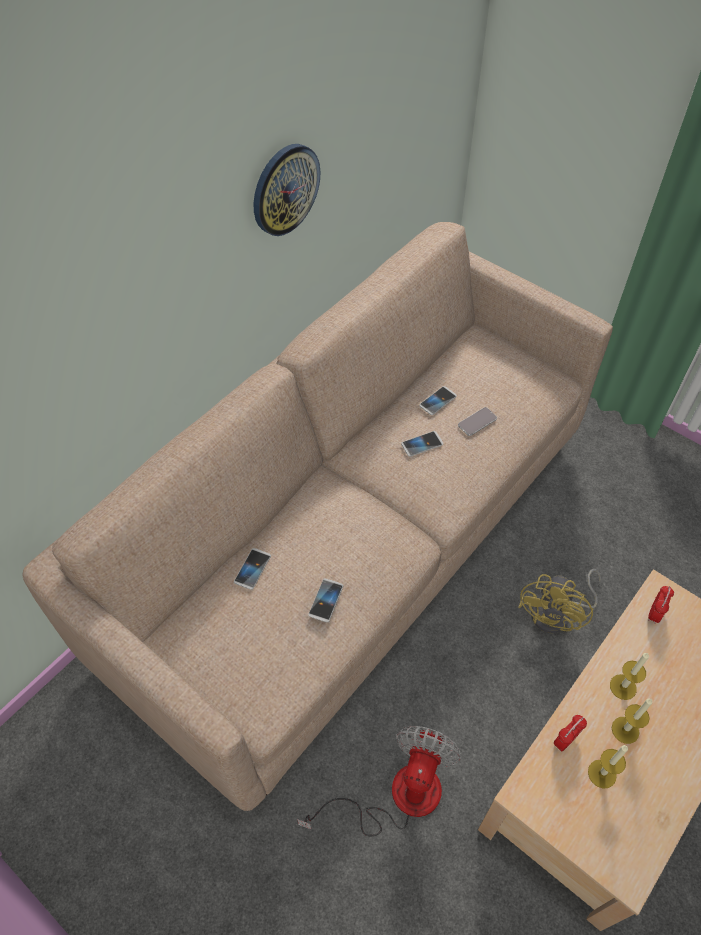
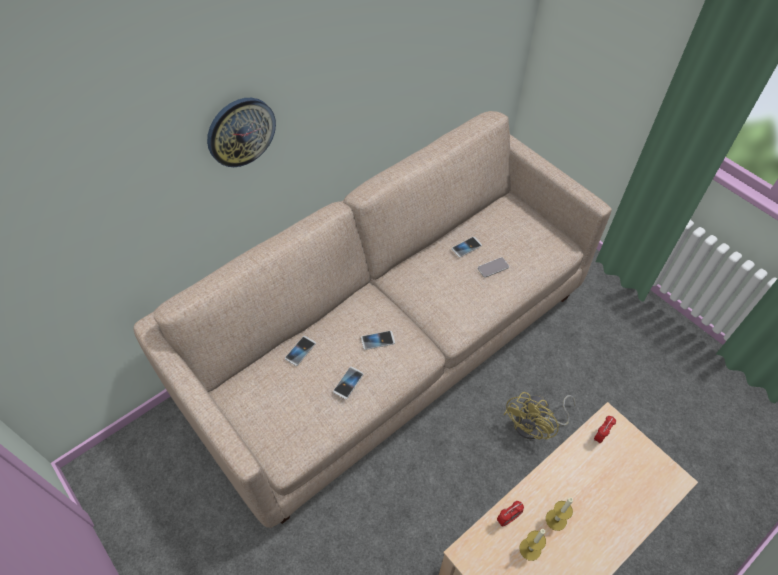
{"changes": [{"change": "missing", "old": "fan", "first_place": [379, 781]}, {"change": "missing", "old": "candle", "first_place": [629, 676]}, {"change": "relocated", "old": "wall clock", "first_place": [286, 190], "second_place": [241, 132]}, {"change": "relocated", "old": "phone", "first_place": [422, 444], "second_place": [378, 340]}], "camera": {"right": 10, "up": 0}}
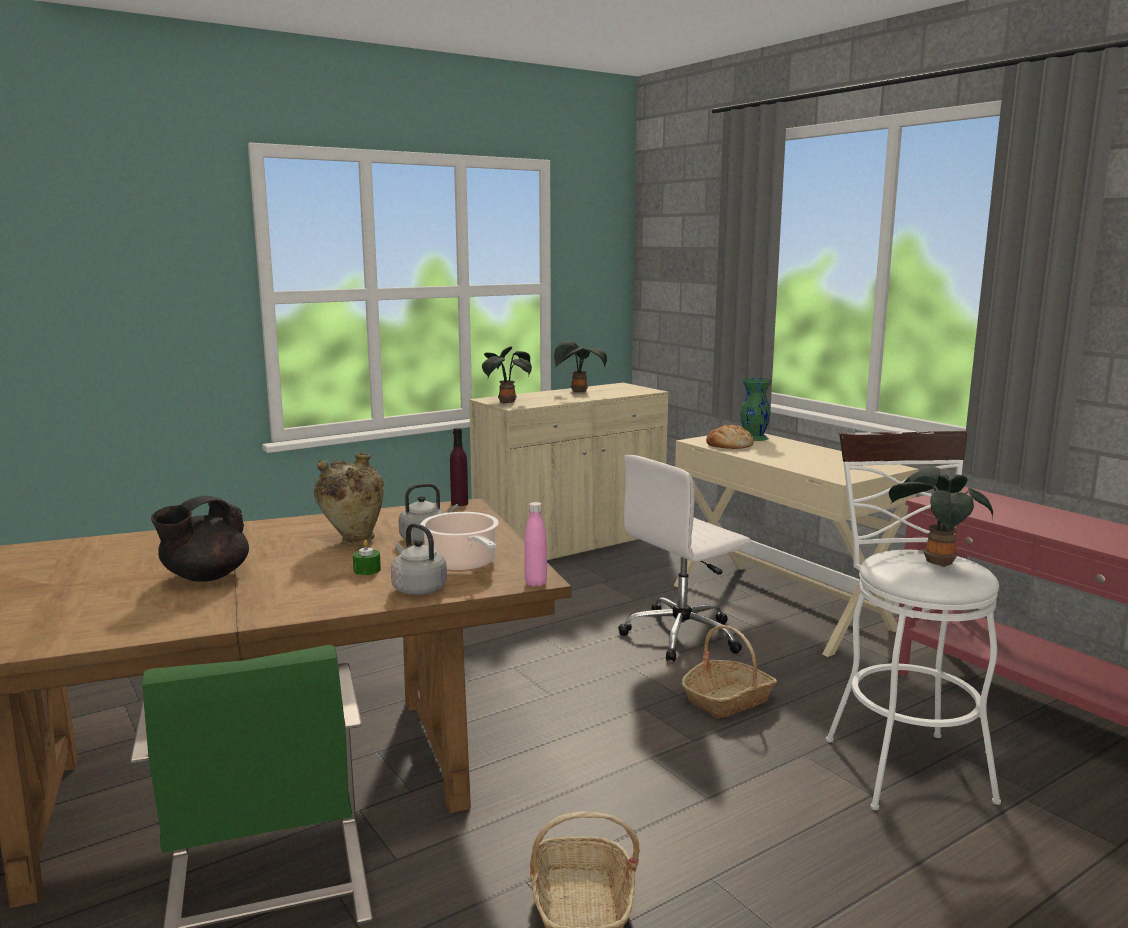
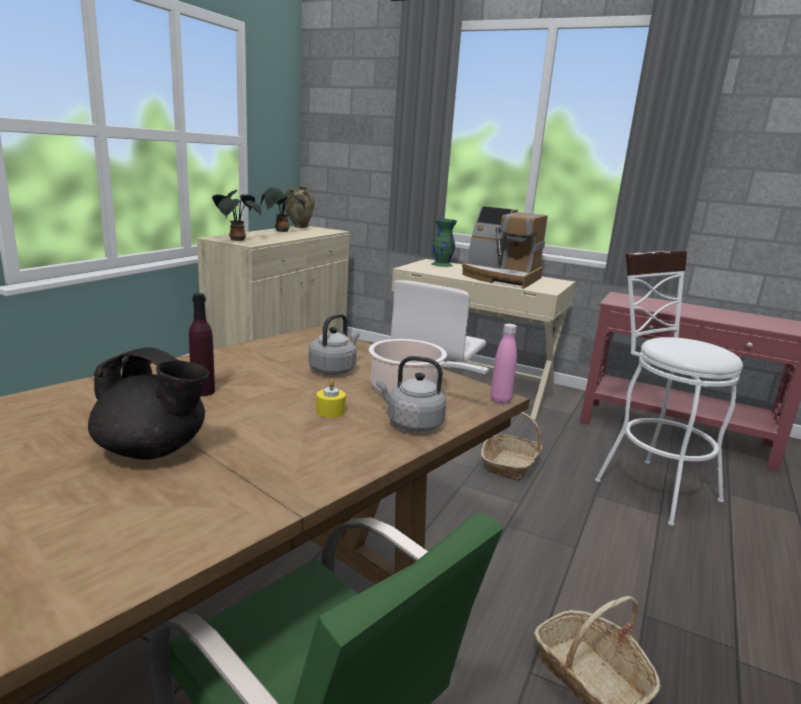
{"changes": [{"change": "missing", "old": "bread", "first_place": [730, 437]}, {"change": "missing", "old": "potted plant", "first_place": [941, 517]}, {"change": "appeared", "new": "coffee machine", "second_place": [505, 247]}, {"change": "relocated", "old": "vase/beige", "first_place": [348, 499], "second_place": [299, 207]}, {"change": "relocated", "old": "bottle/purple", "first_place": [459, 467], "second_place": [202, 344]}, {"change": "colour", "old": "candle/green", "new": "candle/yellow", "first_place": [367, 557], "second_place": [331, 398]}, {"change": "spun", "old": "teapot/black", "first_place": [200, 539], "second_place": [148, 403], "degrees": -75}], "camera": {"right": -30, "up": 5}}
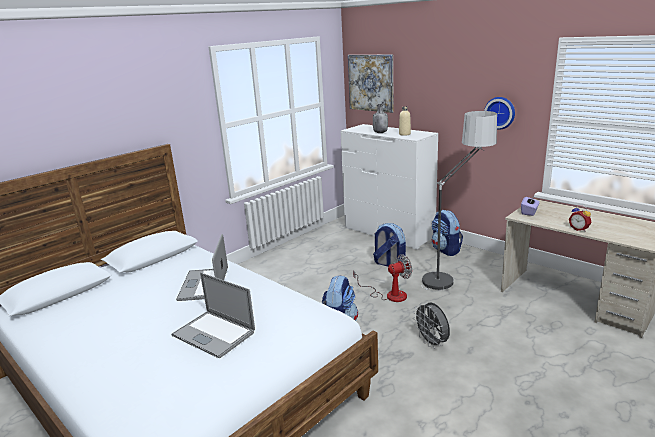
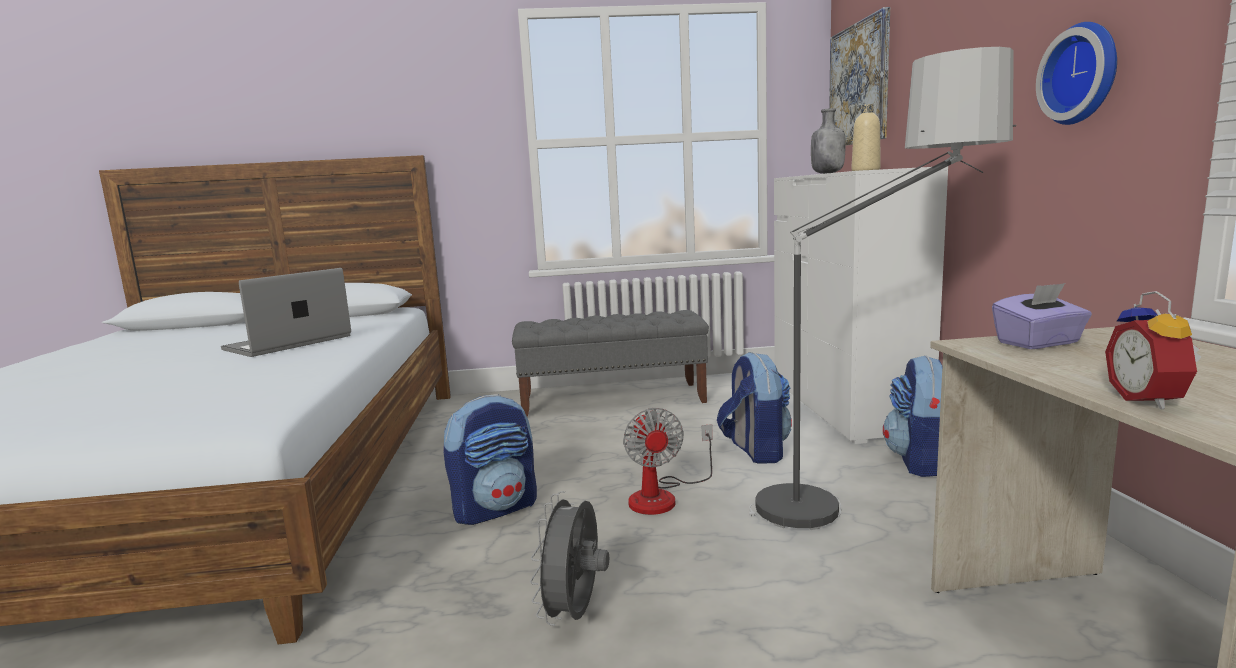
{"changes": [{"change": "missing", "old": "laptop", "first_place": [213, 315]}, {"change": "appeared", "new": "bench/grey", "second_place": [610, 363]}, {"change": "spun", "old": "fan", "first_place": [382, 278], "second_place": [668, 461], "degrees": 60}], "camera": {"right": 40, "up": -10}}
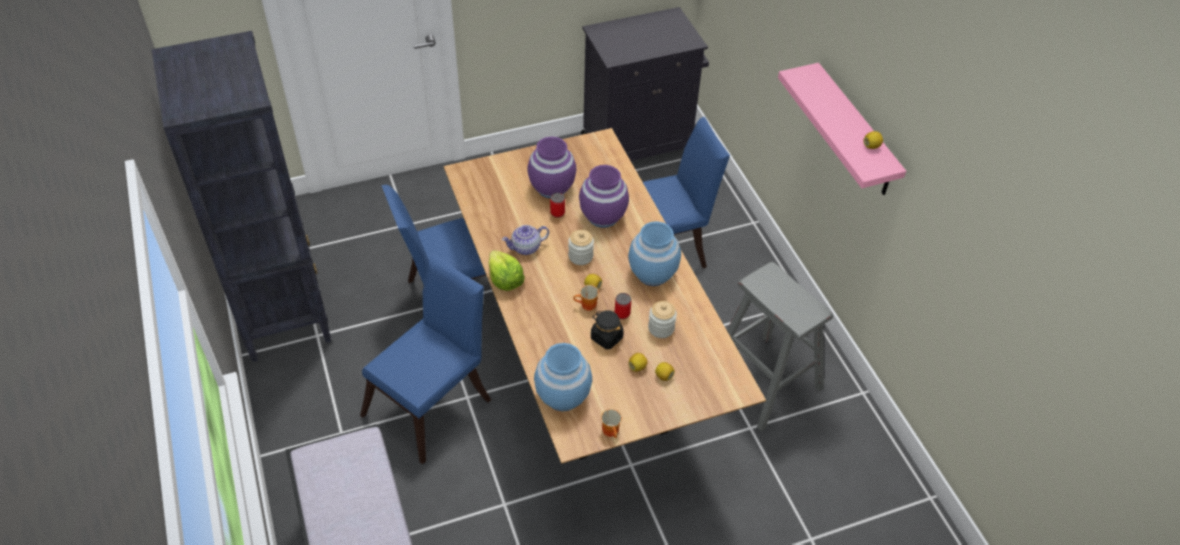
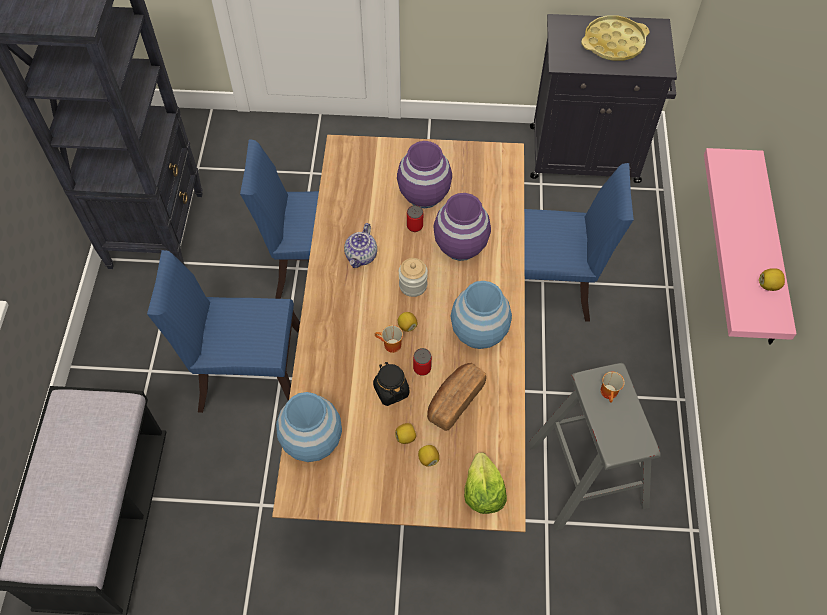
{"changes": [{"change": "appeared", "new": "tray/yellow", "second_place": [615, 38]}, {"change": "relocated", "old": "lettuce", "first_place": [506, 270], "second_place": [485, 483]}, {"change": "relocated", "old": "mug", "first_place": [611, 423], "second_place": [612, 387]}, {"change": "exchanged", "old": "jar", "new": "bread", "first_place": [662, 319], "second_place": [456, 397]}, {"change": "spun", "old": "chair/blue", "first_place": [425, 358], "second_place": [223, 331], "degrees": -150}, {"change": "spun", "old": "teapot", "first_place": [525, 240], "second_place": [360, 245], "degrees": -75}], "camera": {"right": 25, "up": 10}}
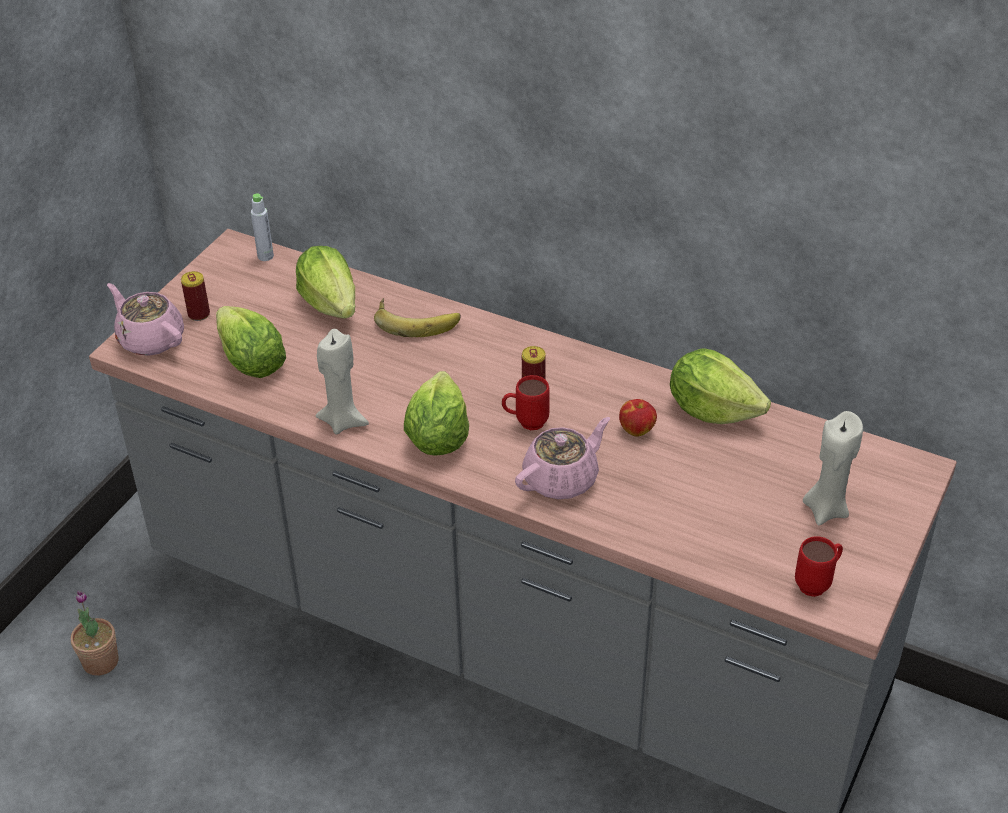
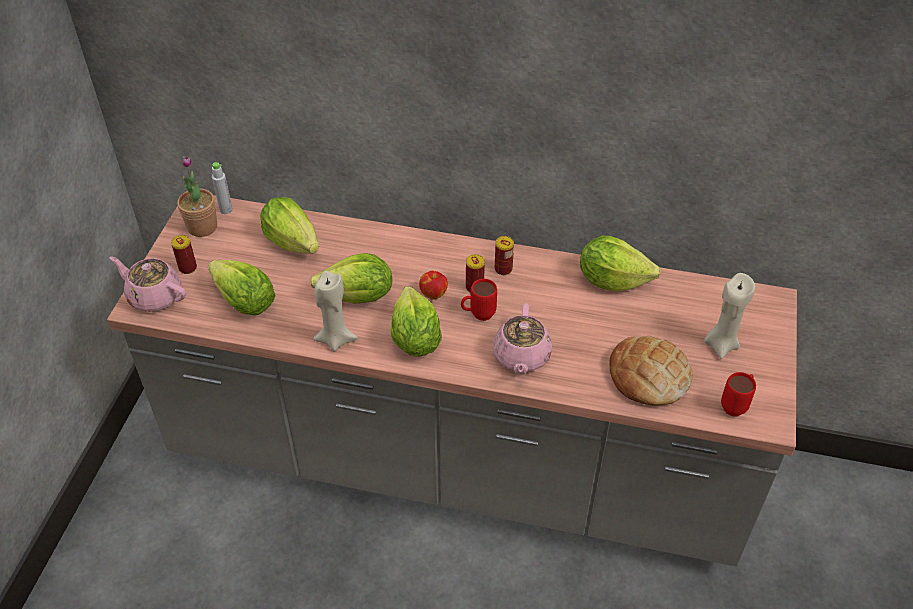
{"changes": [{"change": "missing", "old": "banana", "first_place": [417, 317]}, {"change": "appeared", "new": "lettuce", "second_place": [351, 278]}, {"change": "appeared", "new": "can", "second_place": [504, 255]}, {"change": "appeared", "new": "bread", "second_place": [651, 371]}, {"change": "relocated", "old": "potted plant", "first_place": [95, 633], "second_place": [197, 196]}, {"change": "relocated", "old": "apple", "first_place": [638, 418], "second_place": [433, 285]}, {"change": "spun", "old": "teapot/pink", "first_place": [562, 458], "second_place": [522, 339], "degrees": 150}], "camera": {"right": -15, "up": 5}}
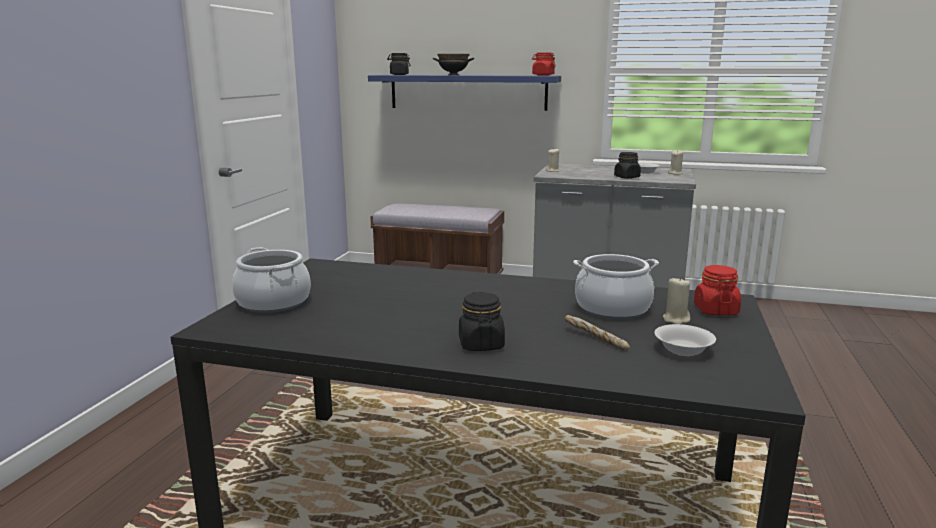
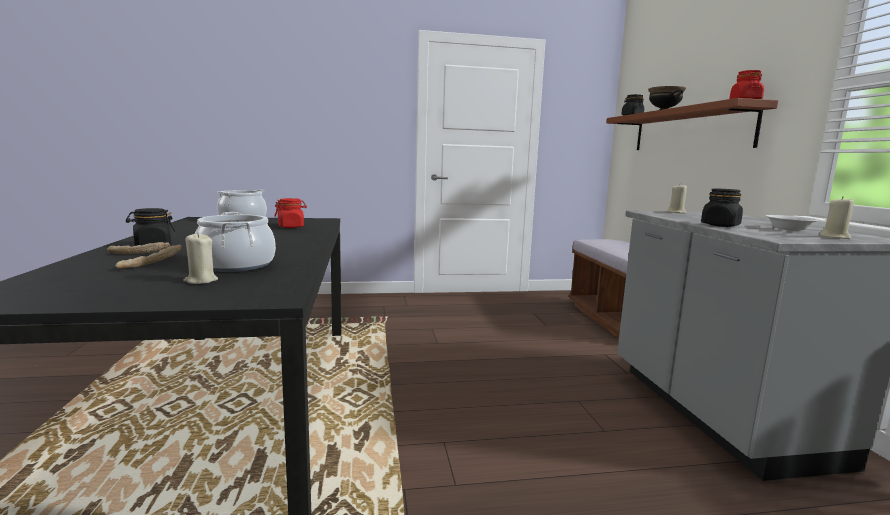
{"changes": [{"change": "missing", "old": "bowl/white", "first_place": [685, 340]}, {"change": "appeared", "new": "bread", "second_place": [138, 248]}, {"change": "relocated", "old": "jar/red", "first_place": [717, 290], "second_place": [291, 213]}, {"change": "colour", "old": "shelf/blue", "new": "shelf/brown", "first_place": [464, 93], "second_place": [692, 124]}], "camera": {"right": 65, "up": -5}}
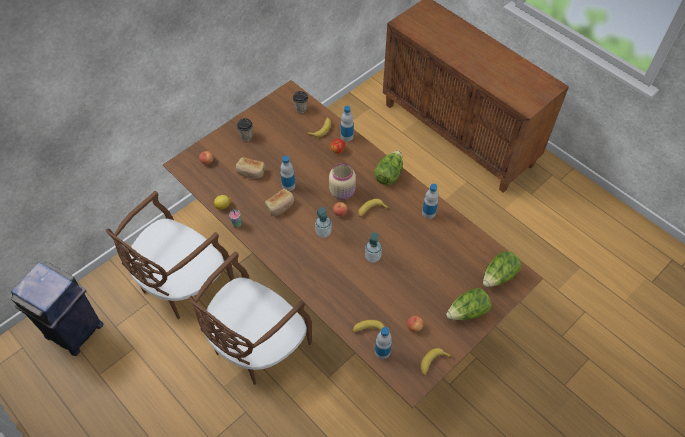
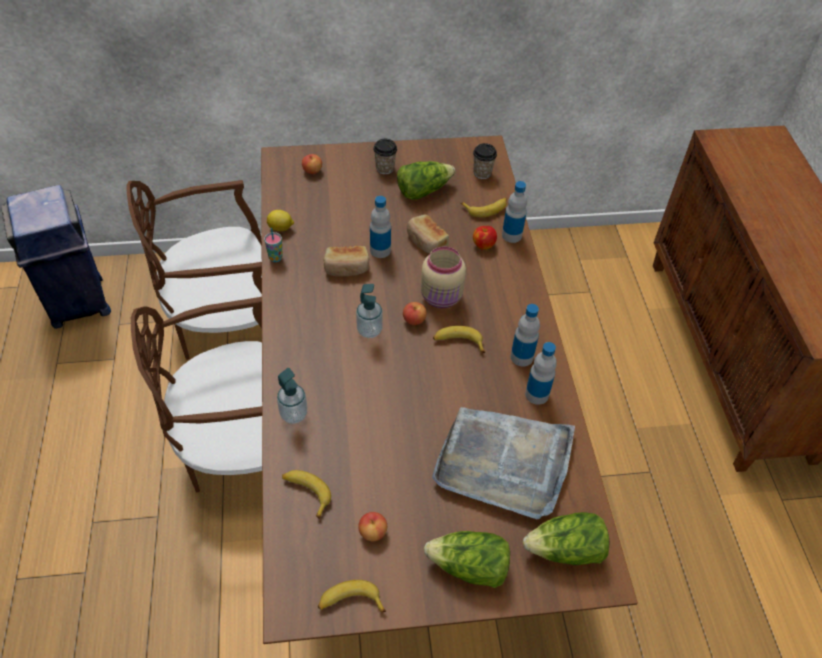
{"changes": [{"change": "appeared", "new": "tray/grey", "second_place": [503, 463]}, {"change": "relocated", "old": "bread", "first_place": [250, 168], "second_place": [428, 234]}, {"change": "relocated", "old": "soap dispenser", "first_place": [373, 247], "second_place": [292, 396]}, {"change": "relocated", "old": "lettuce", "first_place": [388, 167], "second_place": [426, 180]}, {"change": "relocated", "old": "bottle", "first_place": [383, 343], "second_place": [525, 335]}], "camera": {"right": 35, "up": -5}}
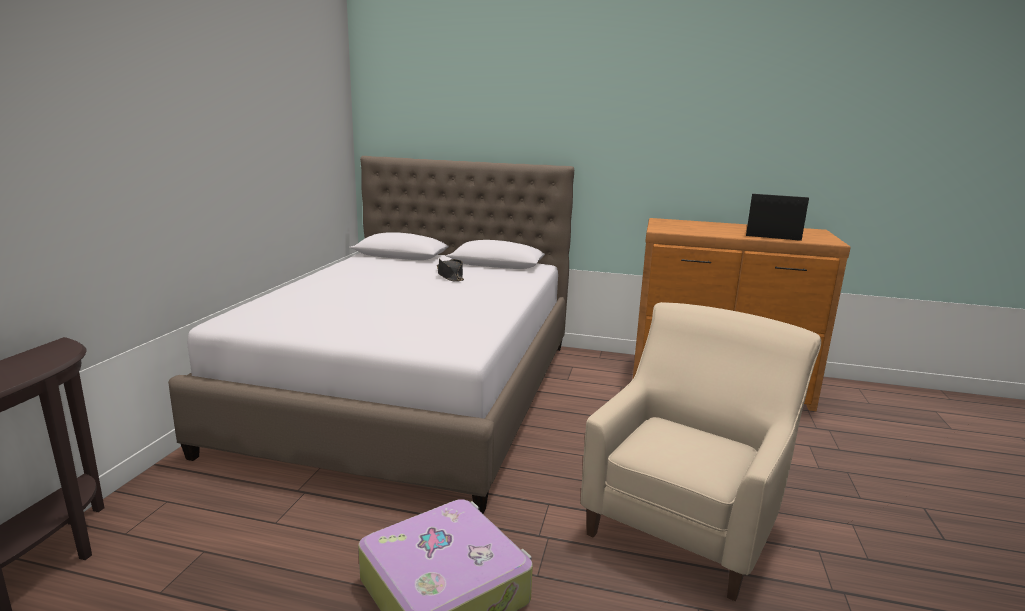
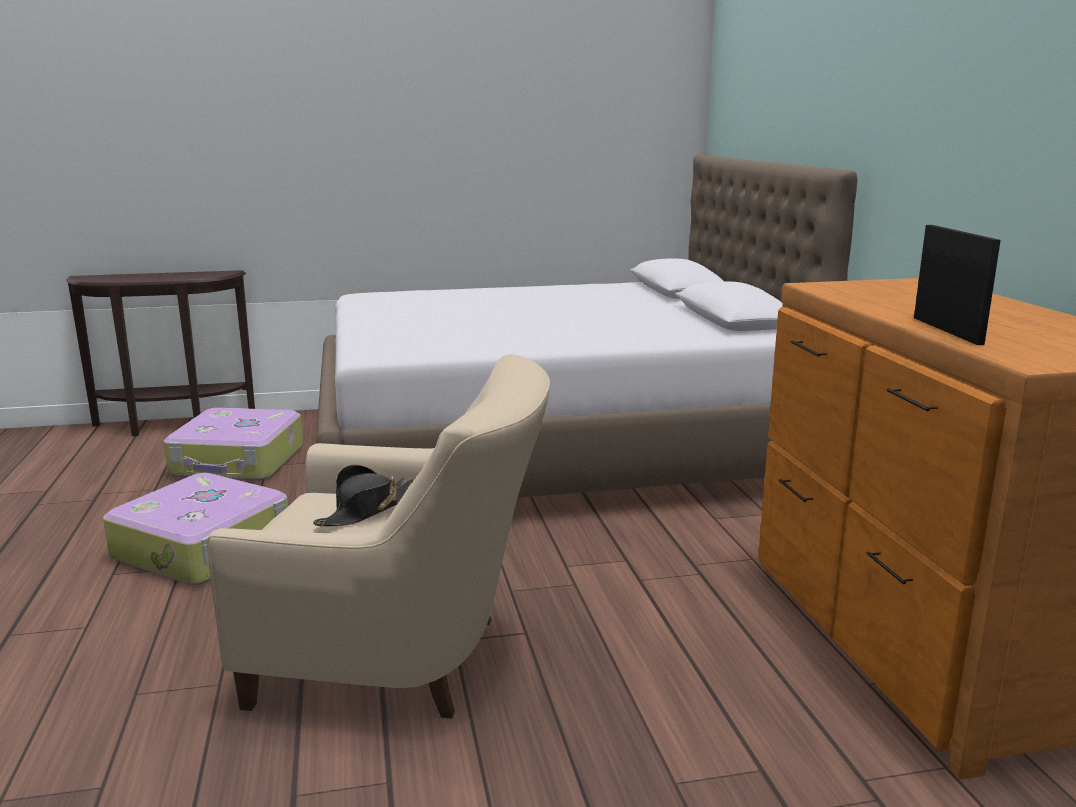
{"changes": [{"change": "appeared", "new": "suitcase", "second_place": [233, 444]}, {"change": "relocated", "old": "hat/black", "first_place": [450, 270], "second_place": [363, 495]}], "camera": {"right": 65, "up": 0}}
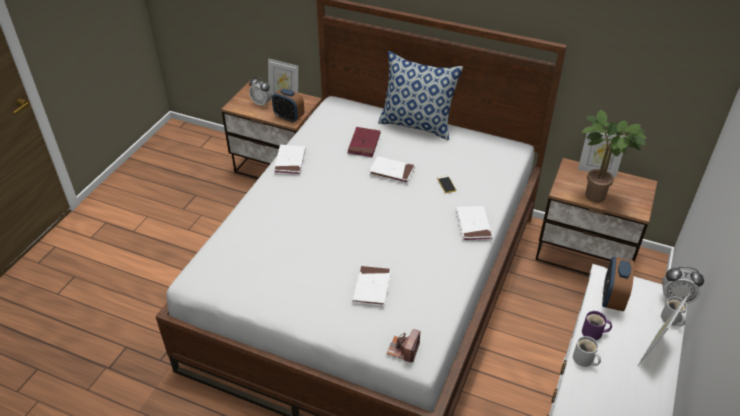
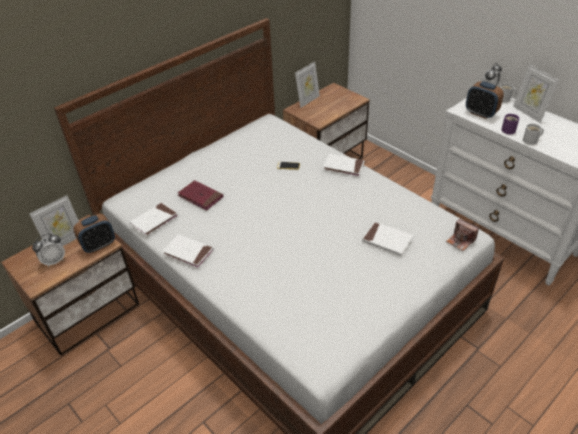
{"changes": [{"change": "missing", "old": "pillow", "first_place": [420, 95]}, {"change": "missing", "old": "potted plant", "first_place": [614, 156]}, {"change": "relocated", "old": "book/white", "first_place": [392, 170], "second_place": [154, 219]}], "camera": {"right": -65, "up": 0}}
